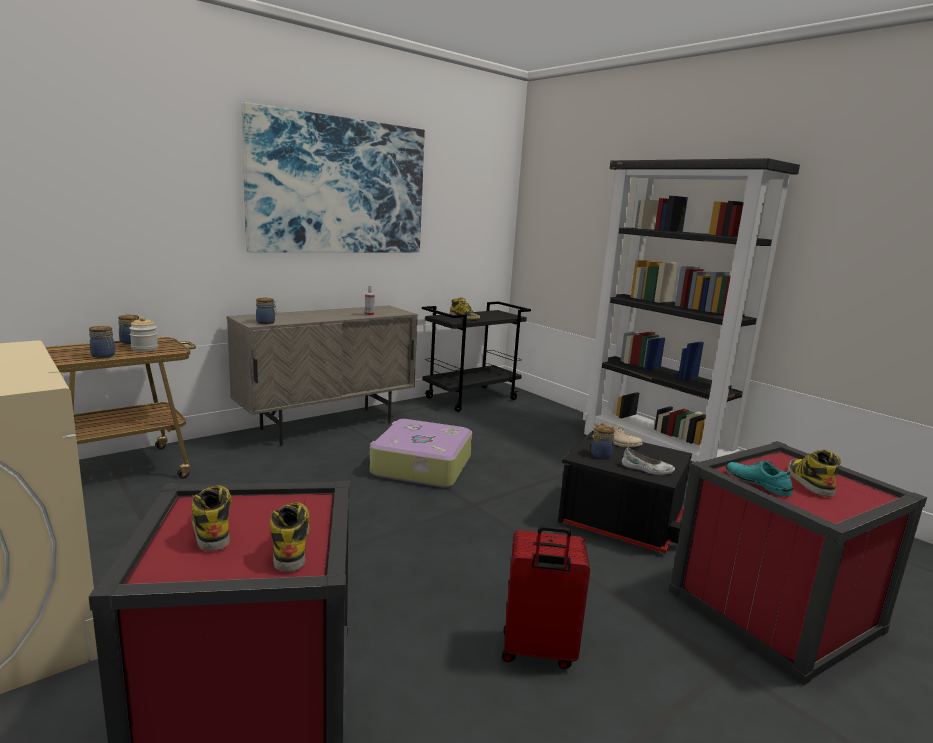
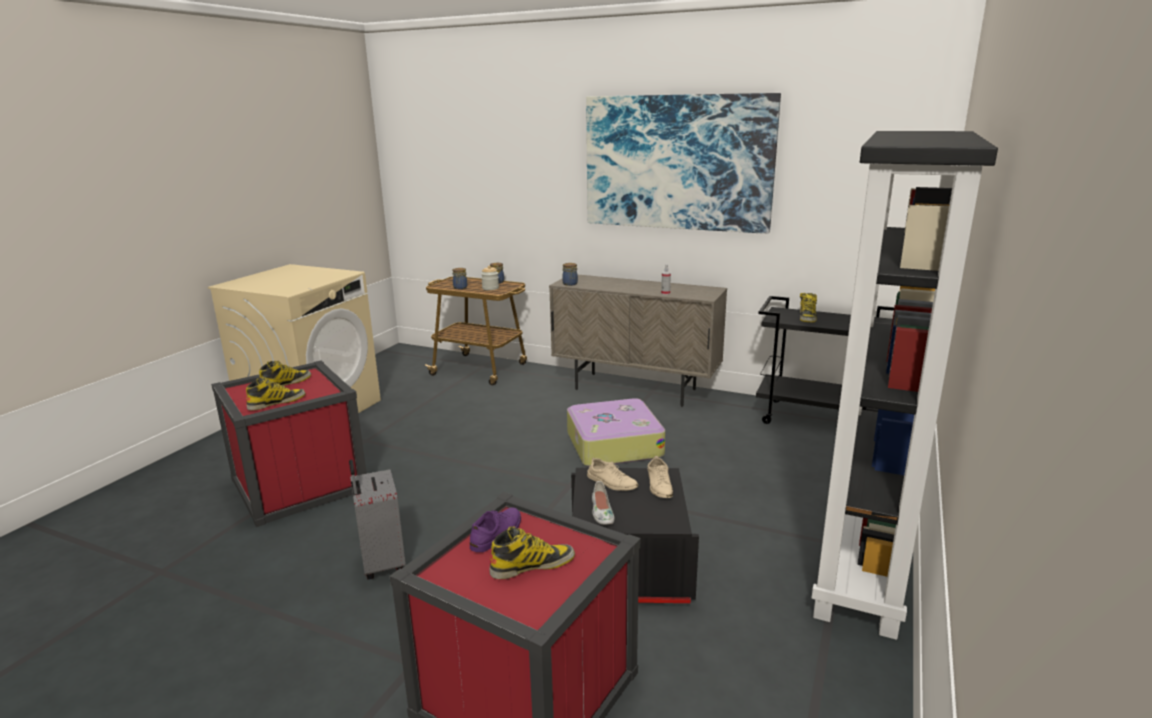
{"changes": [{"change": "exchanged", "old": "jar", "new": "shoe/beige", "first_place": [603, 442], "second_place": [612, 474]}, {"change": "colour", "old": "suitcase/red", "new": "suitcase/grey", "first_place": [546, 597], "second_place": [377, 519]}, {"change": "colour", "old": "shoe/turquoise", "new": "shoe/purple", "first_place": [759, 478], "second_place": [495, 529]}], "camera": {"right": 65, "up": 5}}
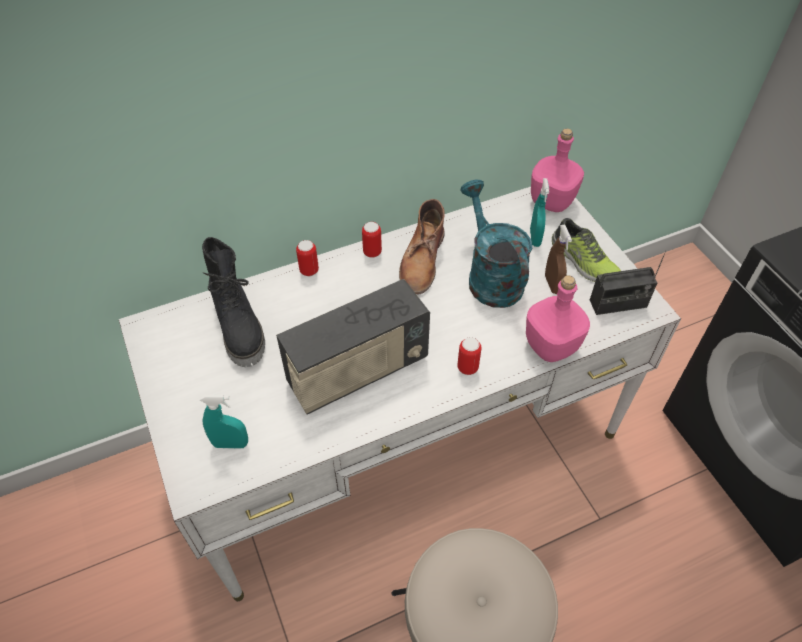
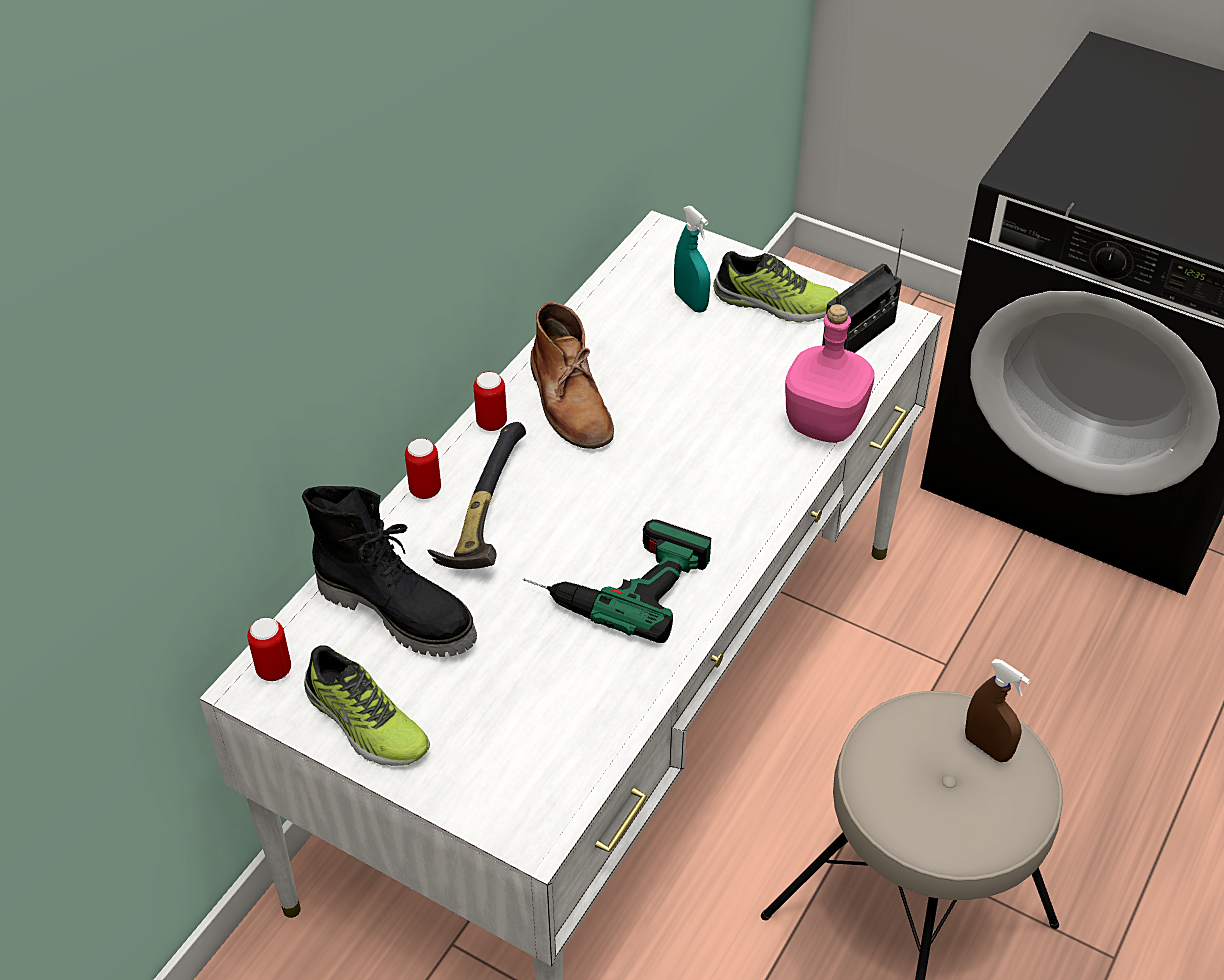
{"changes": [{"change": "missing", "old": "spray bottle/turquoise", "first_place": [224, 422]}, {"change": "missing", "old": "watering can/turquoise", "first_place": [496, 243]}, {"change": "missing", "old": "bottle/pink", "first_place": [557, 170]}, {"change": "appeared", "new": "shoe", "second_place": [367, 705]}, {"change": "appeared", "new": "hammer", "second_place": [476, 495]}, {"change": "relocated", "old": "can", "first_place": [469, 356], "second_place": [269, 649]}, {"change": "relocated", "old": "spray bottle/brown", "first_place": [558, 259], "second_place": [997, 710]}, {"change": "exchanged", "old": "radio", "new": "power drill", "first_place": [353, 347], "second_place": [617, 581]}], "camera": {"right": -35, "up": -5}}
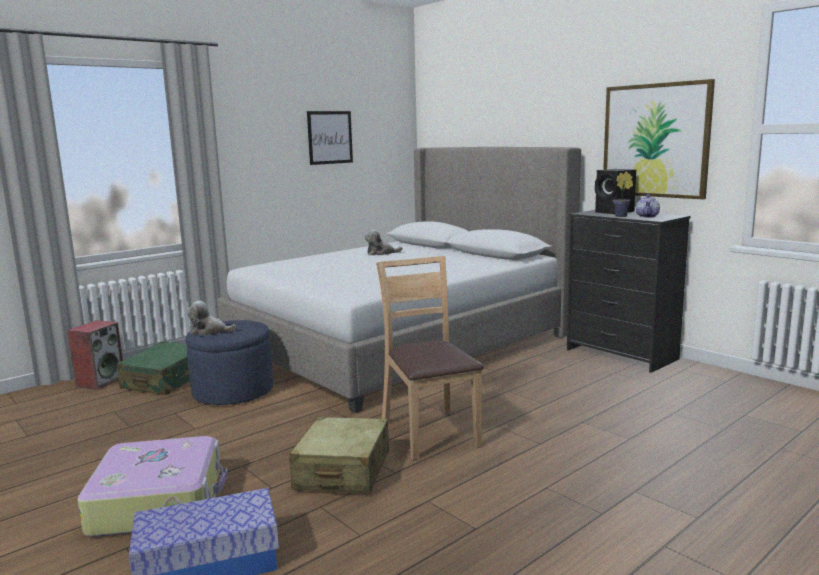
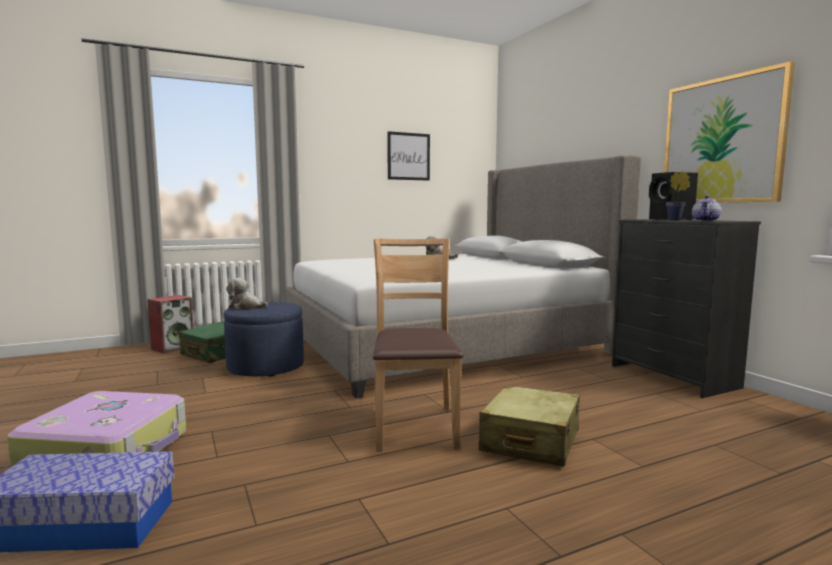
{"changes": [{"change": "relocated", "old": "suitcase/beige", "first_place": [339, 455], "second_place": [529, 425]}], "camera": {"right": 15, "up": -5}}
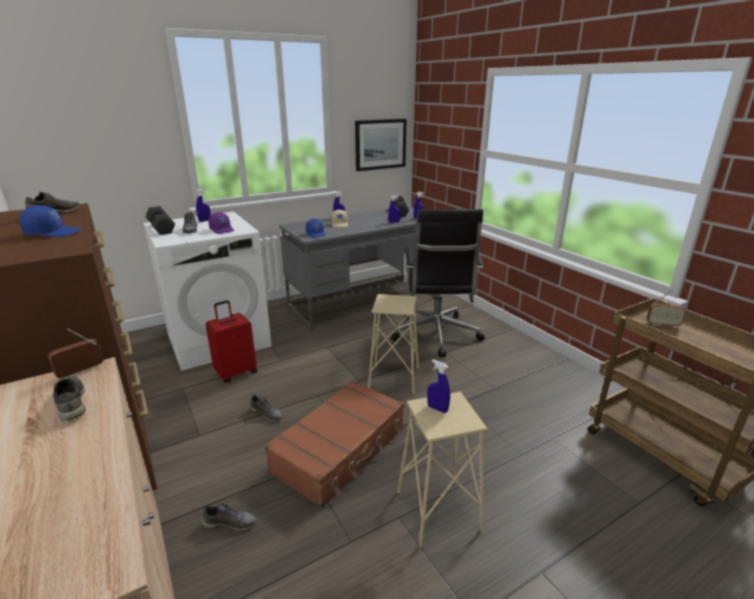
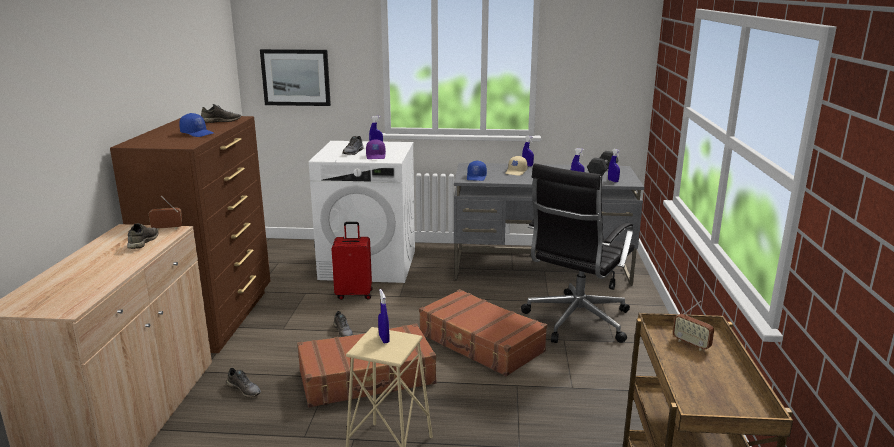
{"changes": [{"change": "missing", "old": "dumbbell/black", "first_place": [160, 220]}, {"change": "relocated", "old": "picture", "first_place": [381, 145], "second_place": [295, 77]}, {"change": "exchanged", "old": "stool/beige", "new": "suitcase/brown", "first_place": [393, 344], "second_place": [483, 332]}], "camera": {"right": 35, "up": -5}}
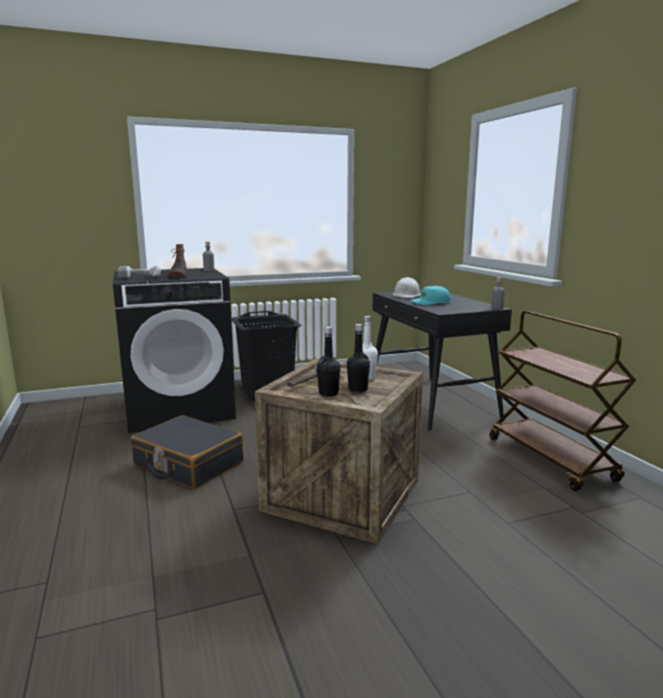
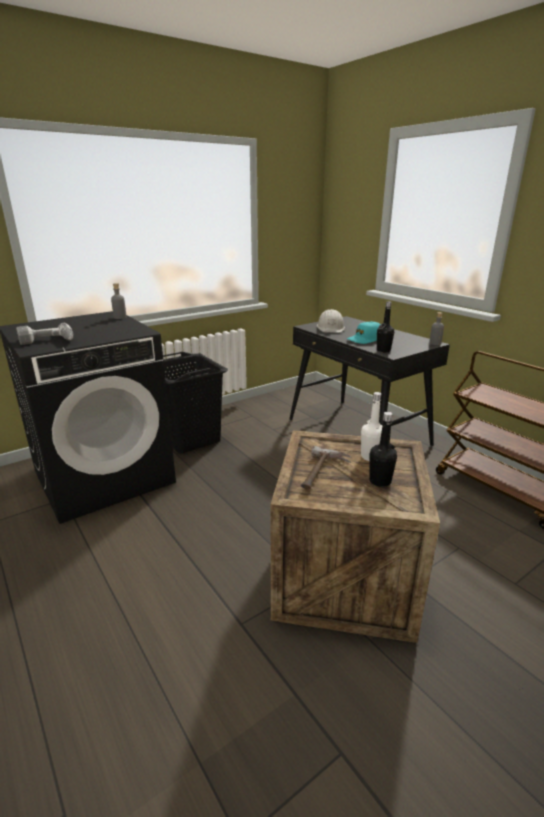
{"changes": [{"change": "missing", "old": "suitcase/black", "first_place": [187, 452]}, {"change": "missing", "old": "boot", "first_place": [177, 260]}, {"change": "relocated", "old": "bottle/black", "first_place": [328, 362], "second_place": [385, 327]}], "camera": {"right": -15, "up": 10}}
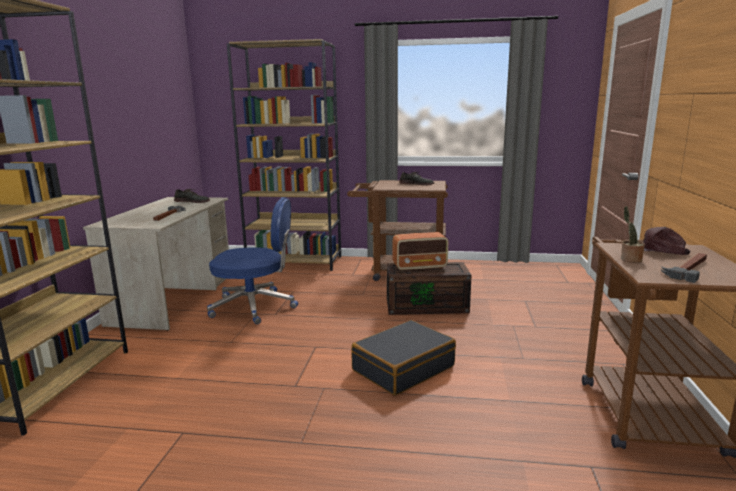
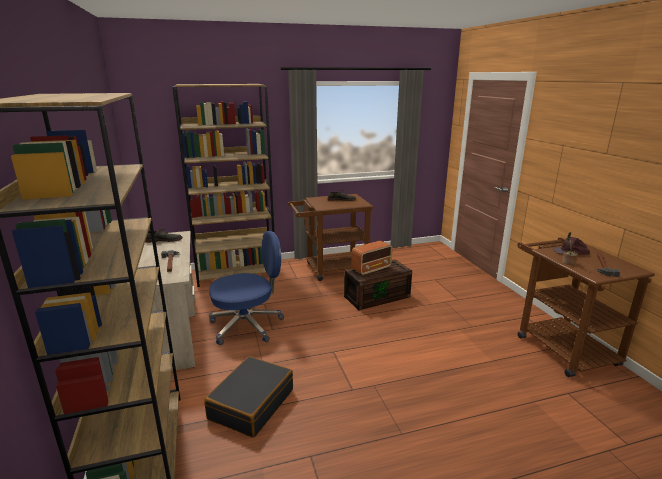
{"changes": [{"change": "relocated", "old": "suitcase/black", "first_place": [403, 358], "second_place": [248, 397]}], "camera": {"right": -25, "up": 5}}
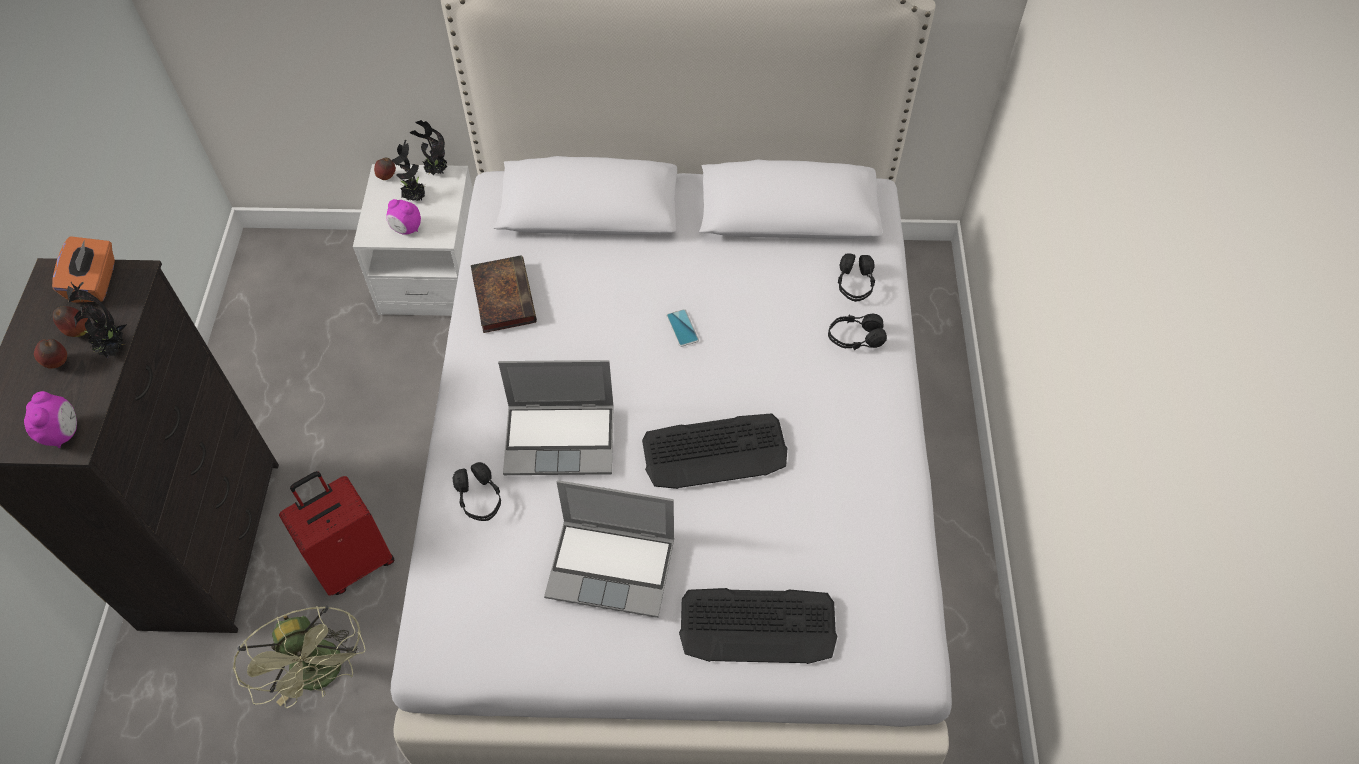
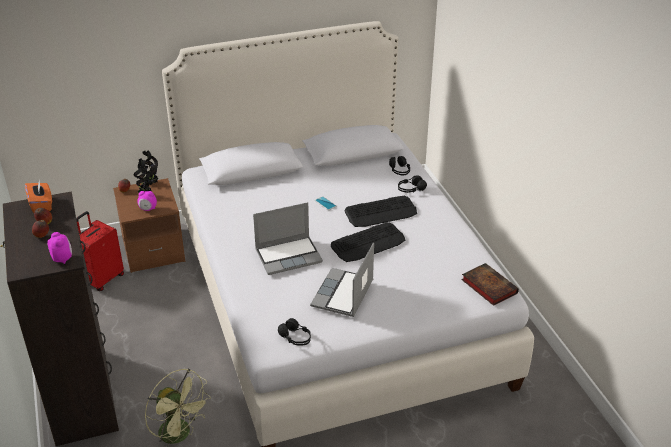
{"changes": [{"change": "missing", "old": "potted plant", "first_place": [97, 319]}, {"change": "relocated", "old": "suitcase/red", "first_place": [336, 533], "second_place": [100, 251]}, {"change": "relocated", "old": "headphones/black", "first_place": [477, 491], "second_place": [294, 331]}, {"change": "relocated", "old": "book", "first_place": [504, 294], "second_place": [490, 284]}, {"change": "relocated", "old": "keyboard", "first_place": [758, 626], "second_place": [381, 211]}, {"change": "colour", "old": "nightstand/white", "new": "nightstand/brown", "first_place": [413, 240], "second_place": [149, 225]}, {"change": "spun", "old": "laptop", "first_place": [609, 549], "second_place": [342, 280], "degrees": 120}], "camera": {"right": -20, "up": -20}}
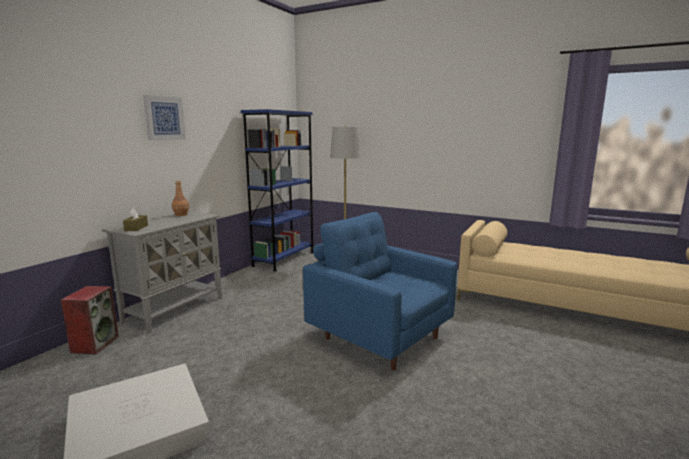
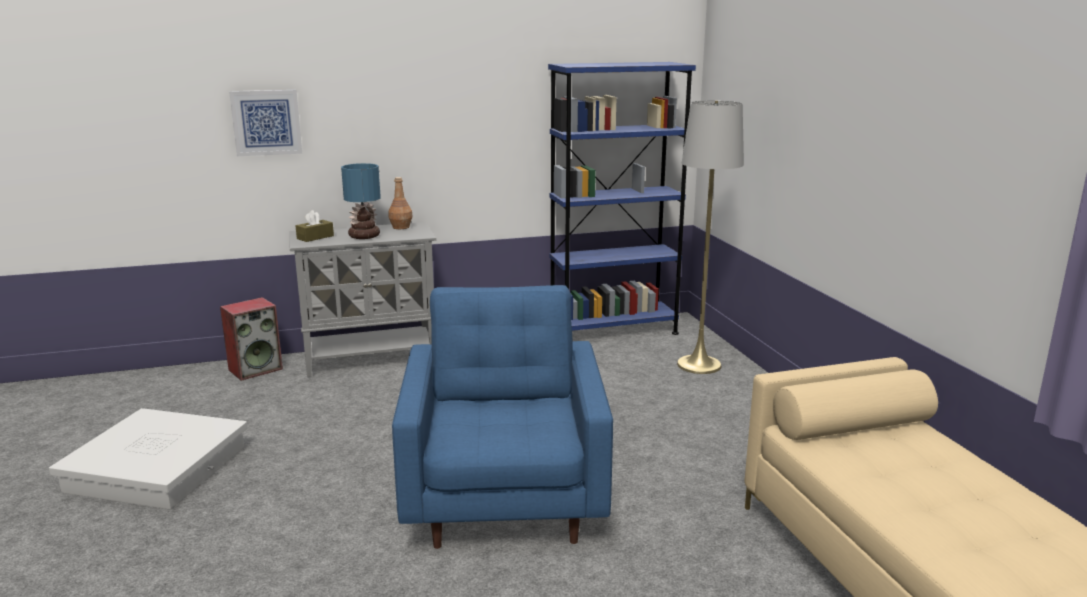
{"changes": [{"change": "appeared", "new": "table lamp", "second_place": [361, 201]}, {"change": "relocated", "old": "picture", "first_place": [164, 117], "second_place": [265, 123]}], "camera": {"right": 45, "up": 5}}
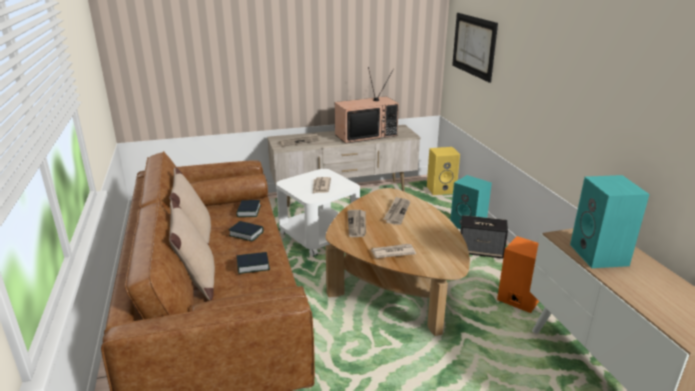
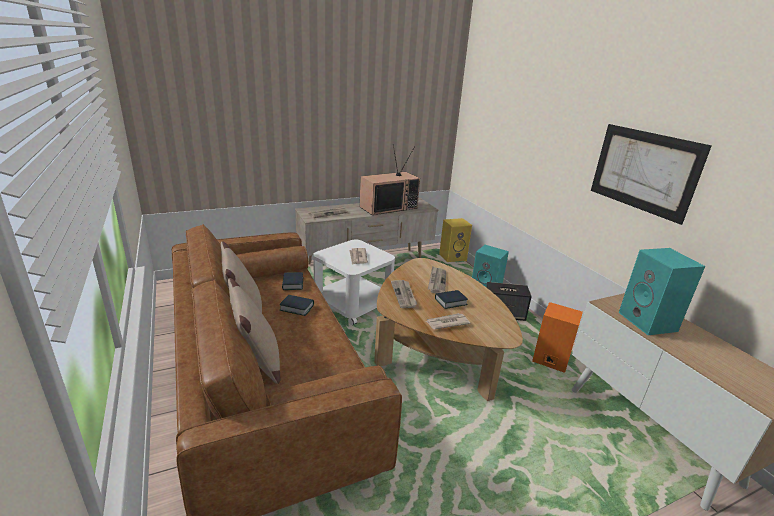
{"changes": [{"change": "relocated", "old": "book", "first_place": [253, 263], "second_place": [451, 299]}, {"change": "relocated", "old": "picture", "first_place": [475, 48], "second_place": [651, 174]}], "camera": {"right": -10, "up": 0}}
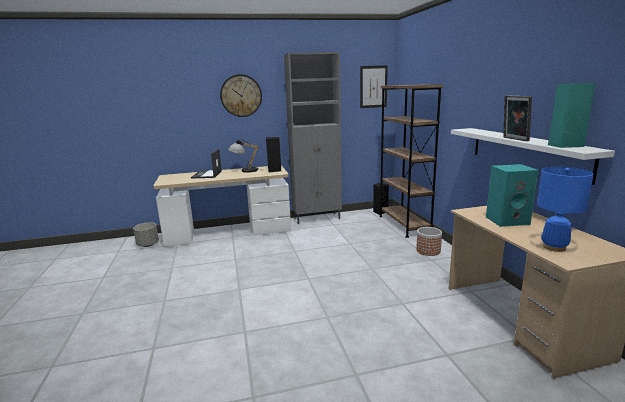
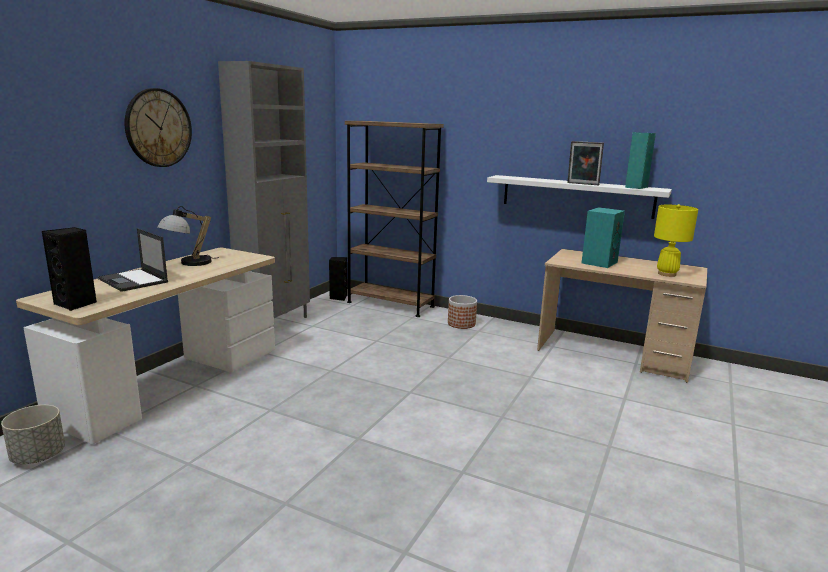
{"changes": [{"change": "missing", "old": "picture", "first_place": [374, 86]}, {"change": "relocated", "old": "speaker/black", "first_place": [273, 155], "second_place": [69, 269]}, {"change": "colour", "old": "table lamp/blue", "new": "table lamp/yellow", "first_place": [565, 209], "second_place": [676, 240]}], "camera": {"right": -50, "up": 0}}
